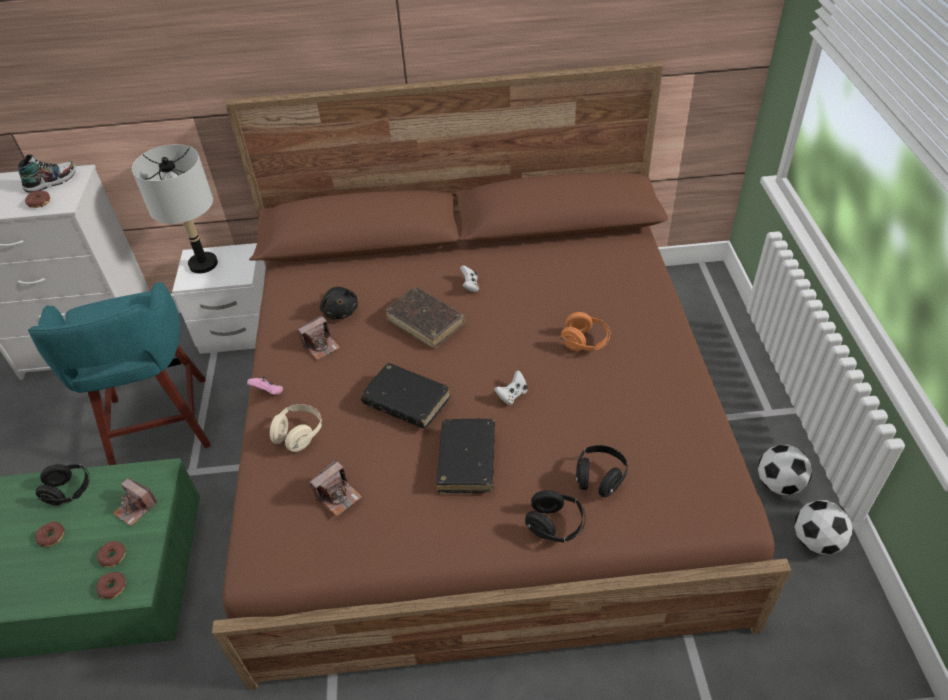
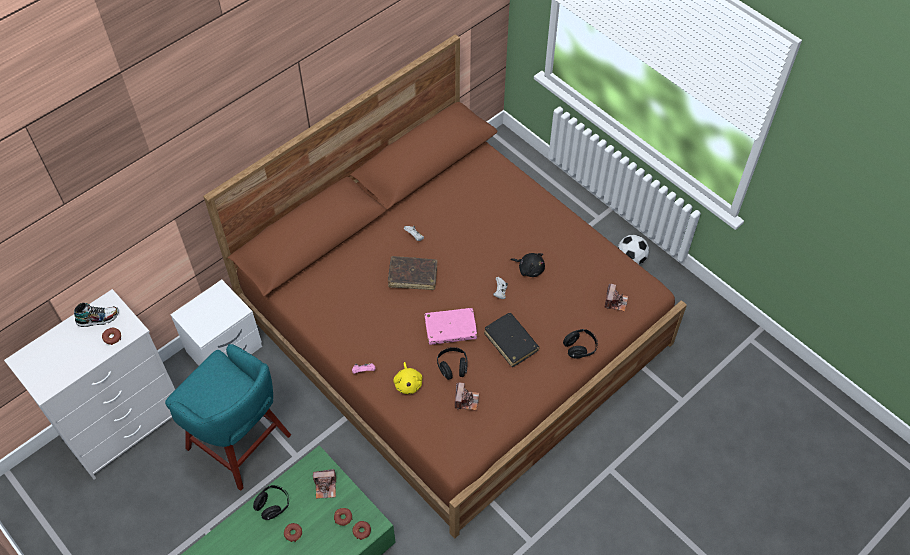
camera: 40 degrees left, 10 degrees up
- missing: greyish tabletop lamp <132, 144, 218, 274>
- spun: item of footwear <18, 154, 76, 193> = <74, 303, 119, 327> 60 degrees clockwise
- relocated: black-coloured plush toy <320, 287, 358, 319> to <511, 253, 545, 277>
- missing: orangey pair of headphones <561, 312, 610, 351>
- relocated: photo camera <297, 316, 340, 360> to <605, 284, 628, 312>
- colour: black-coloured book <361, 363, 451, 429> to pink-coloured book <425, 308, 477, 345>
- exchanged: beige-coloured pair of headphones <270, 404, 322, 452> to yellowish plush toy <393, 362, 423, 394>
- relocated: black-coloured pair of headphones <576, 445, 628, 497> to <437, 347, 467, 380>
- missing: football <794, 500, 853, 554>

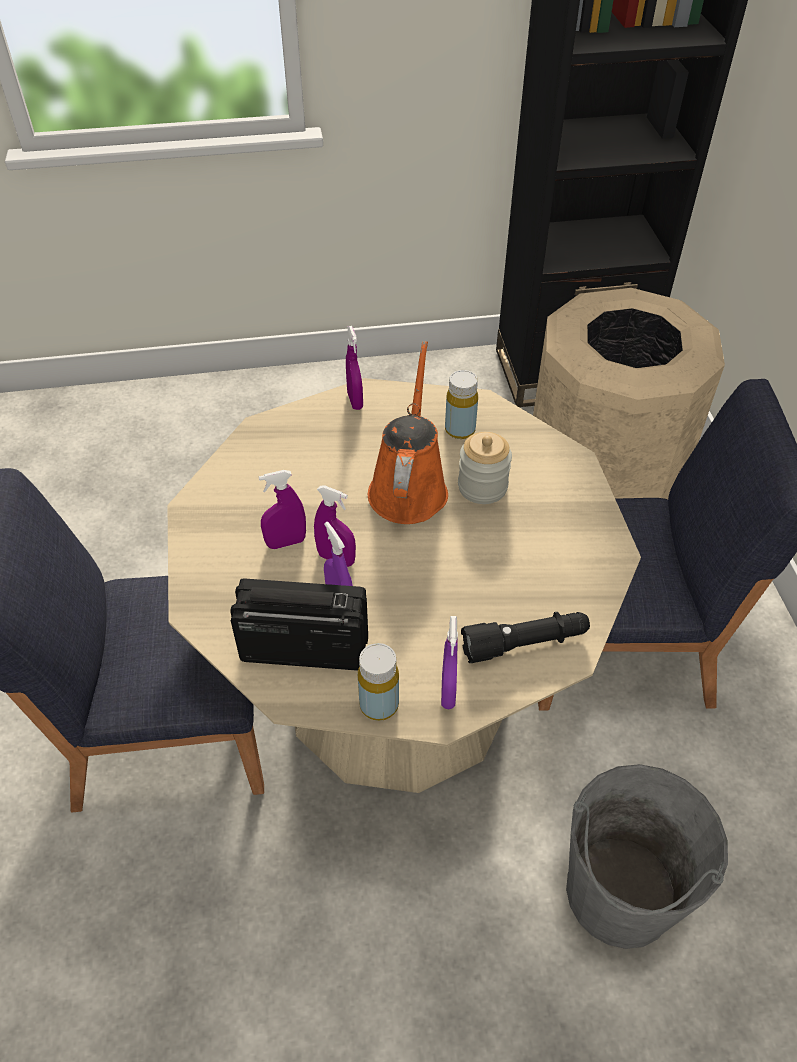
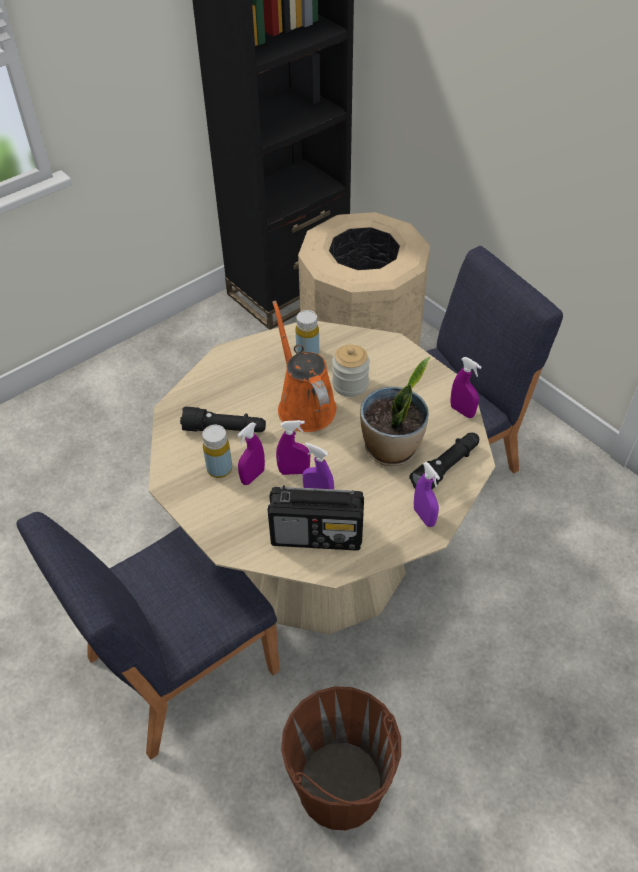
camera: 30 degrees left, 0 degrees up
- relocated: purple-coloured hand sprayer <346, 326, 363, 410> to <450, 357, 482, 418>
- spun: radio <230, 578, 368, 671> = <268, 485, 364, 551> 150 degrees counterclockwise
- relocated: yellowish drink bottle <358, 643, 399, 721> to <202, 425, 232, 478>
- missing: greyish pail <566, 764, 728, 949>
- appeared: houseplant <360, 357, 430, 466>
- appeared: black-coloured torch <180, 407, 266, 433>
- appeared: brown pail <281, 686, 401, 830>

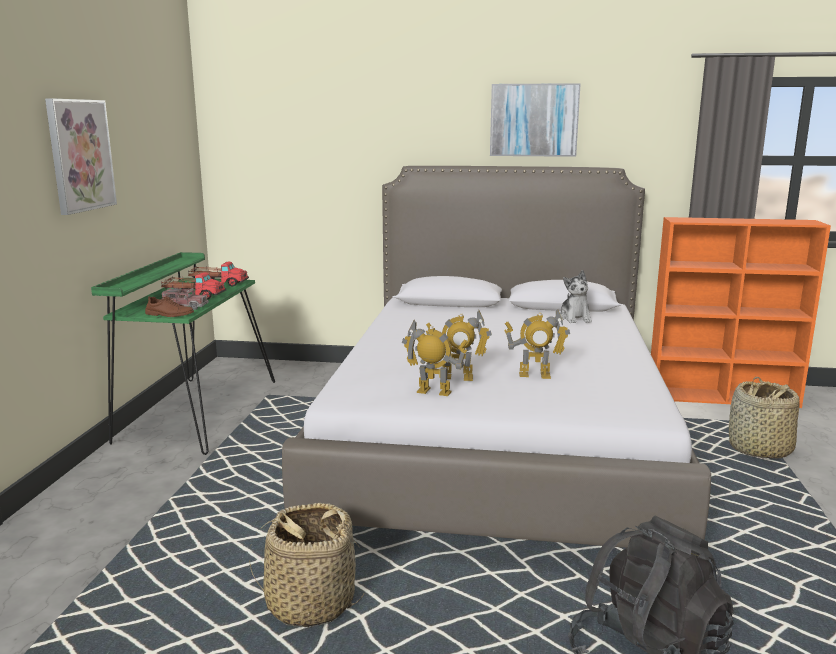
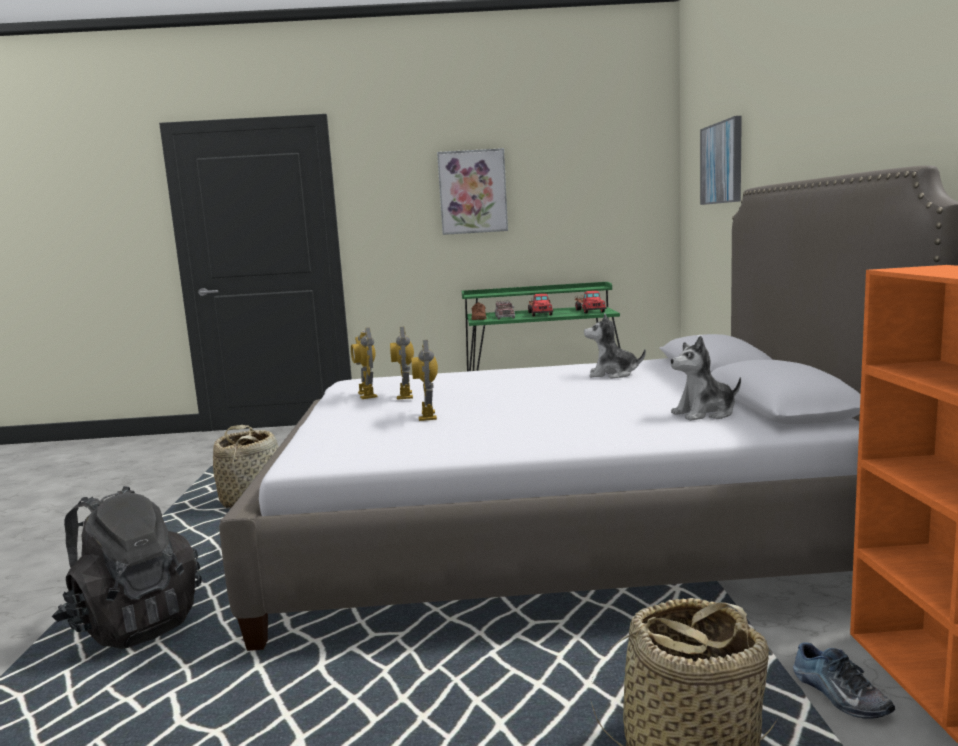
camera: 80 degrees right, 5 degrees down
- relocated: wall art <490, 83, 581, 157> to <700, 116, 742, 205>
- spun: model robot <402, 320, 467, 396> = <351, 327, 378, 399> 150 degrees clockwise
- appeared: plush toy <584, 313, 646, 379>
- appeared: item of footwear <793, 642, 895, 719>

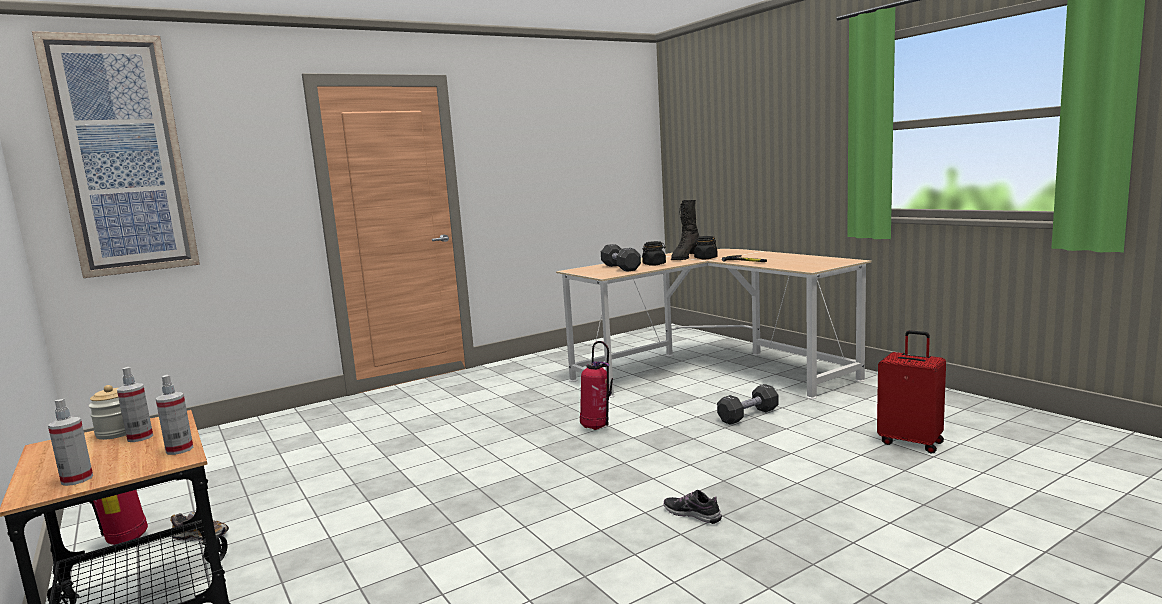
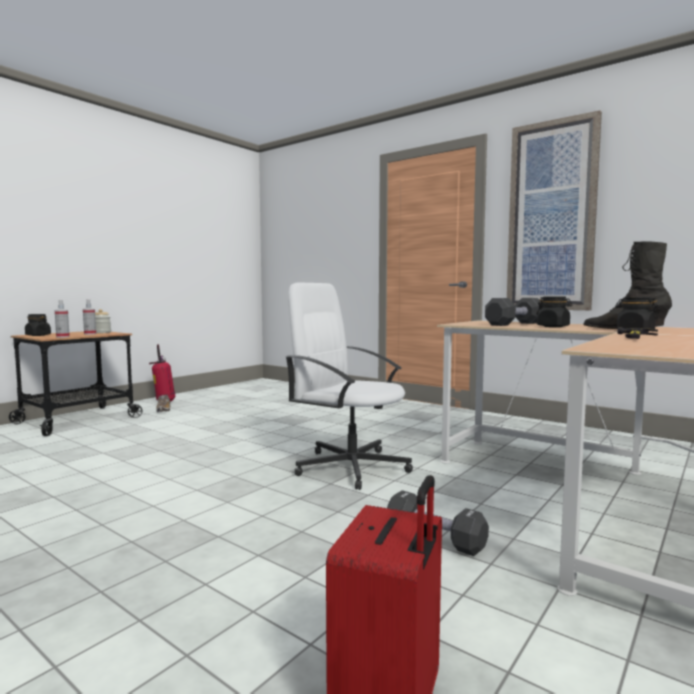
camera: 70 degrees right, 5 degrees down
- relocated: wall art <32, 31, 200, 278> to <507, 110, 602, 310>
- exchanged: fire-fighting cylinder <580, 341, 613, 430> to white desk chair <285, 283, 413, 490>
- exchanged: hand sprayer <48, 399, 93, 486> to black-coloured jar <25, 314, 51, 336>
- missing: item of footwear <664, 490, 722, 524>

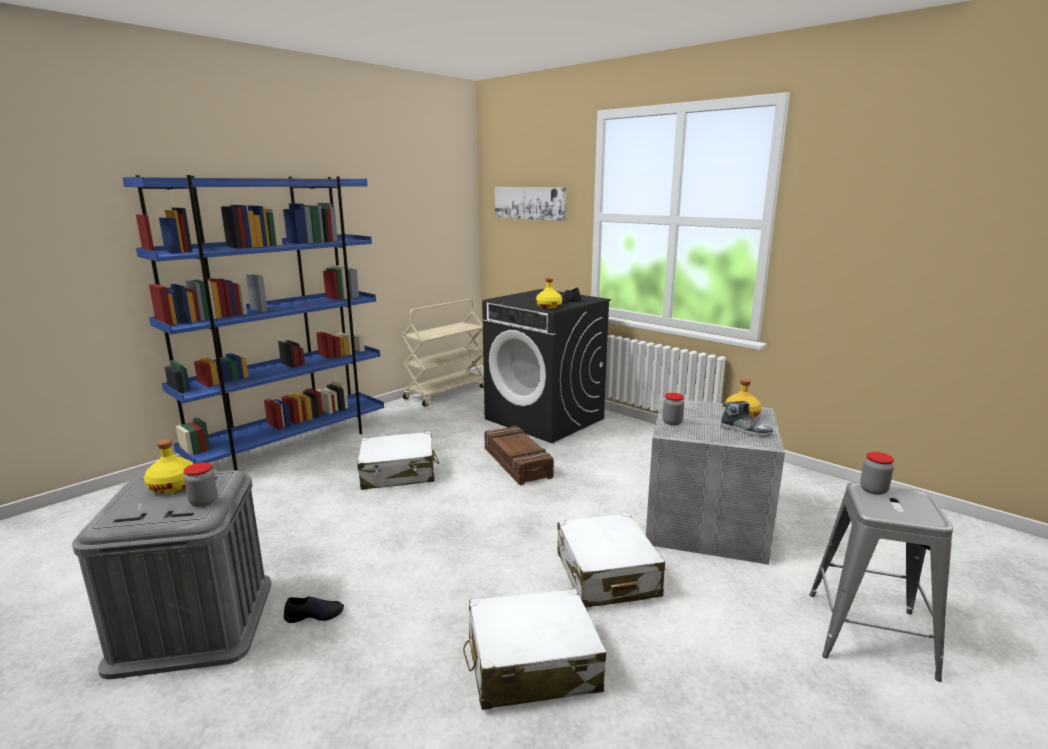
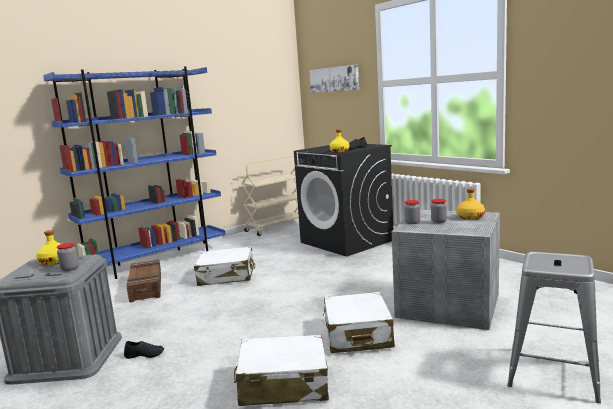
camera: 10 degrees right, 5 degrees down
- missing: item of footwear <721, 401, 773, 437>
- relocated: crate <484, 426, 554, 485> to <126, 260, 161, 303>
- relocated: jar <860, 452, 894, 495> to <431, 199, 447, 223>

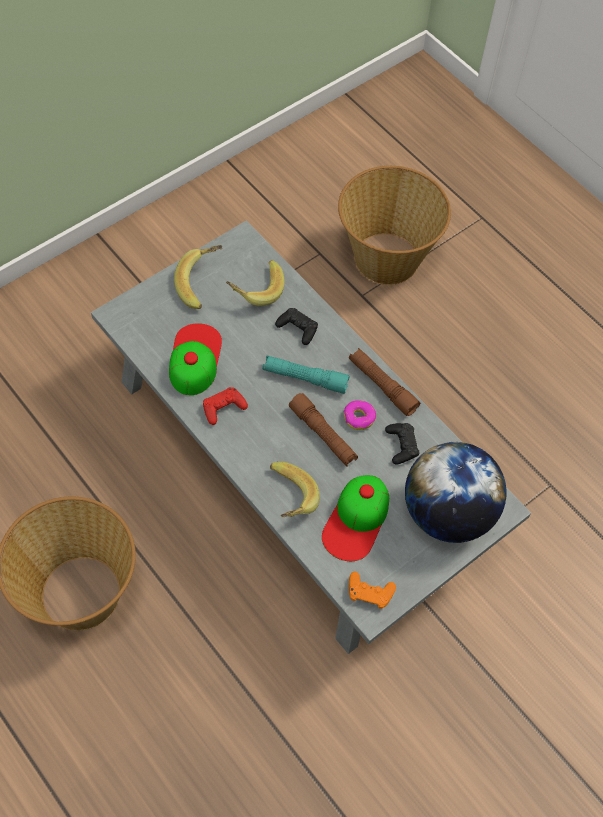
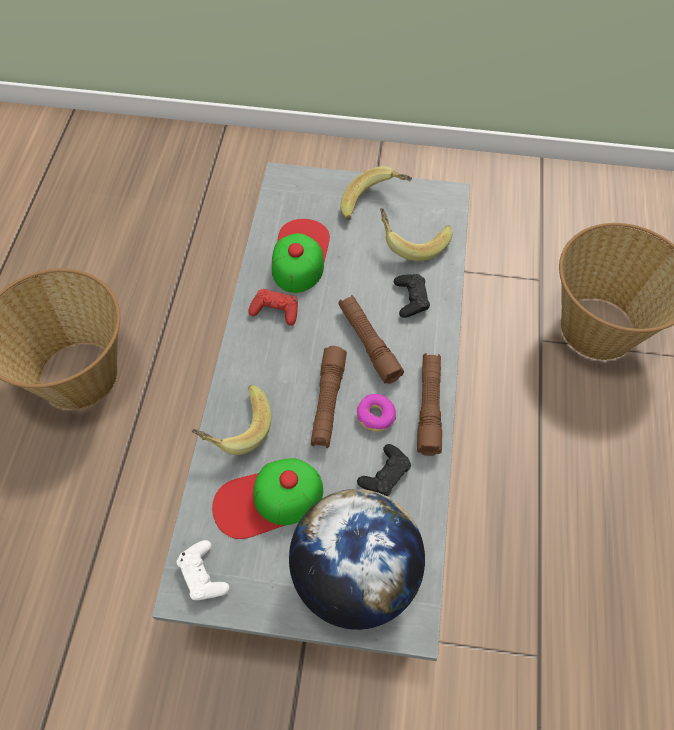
camera: 50 degrees right, 0 degrees up
- spun: peaked cap <169, 323, 222, 395> = <272, 219, 330, 293> 45 degrees counterclockwise
- colour: blue-green torch <262, 355, 350, 394> to brown torch <339, 295, 404, 384>
- colour: orangey joypad <349, 572, 396, 609> to white joypad <176, 540, 230, 600>

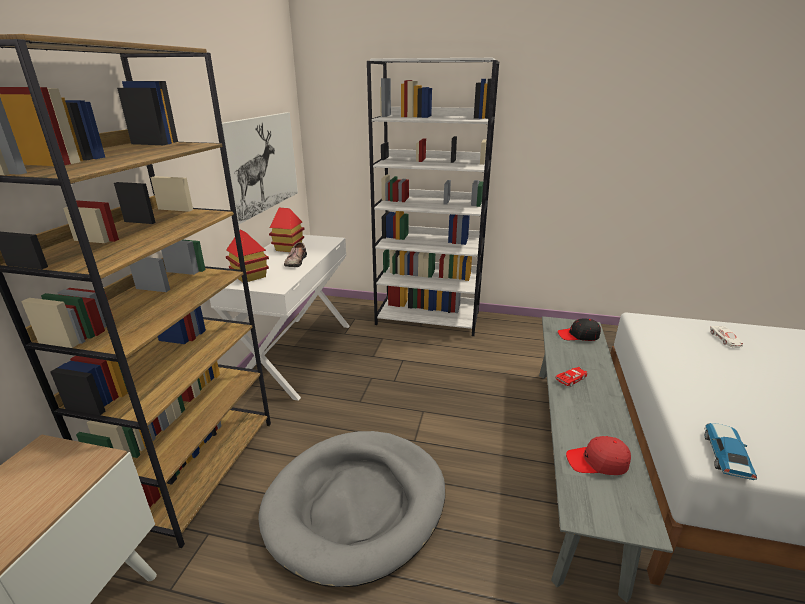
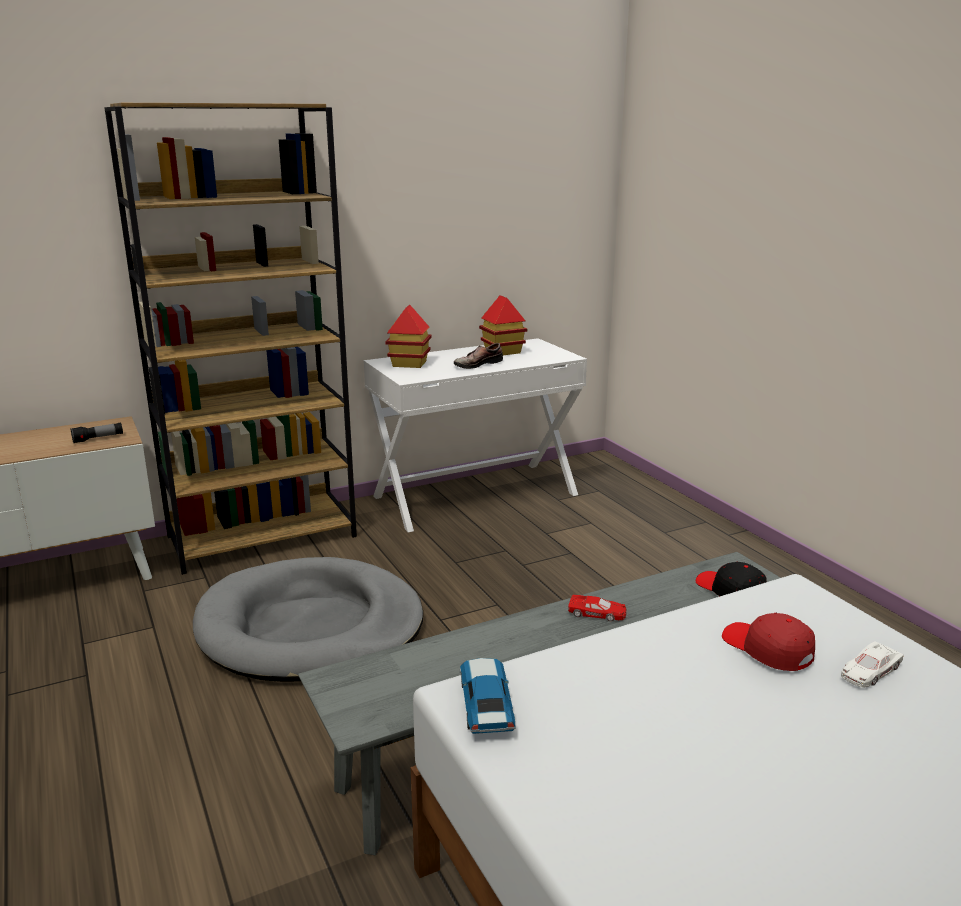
camera: 50 degrees right, 5 degrees down
- missing: white bookshelf <367, 58, 499, 336>
- missing: wall art <222, 112, 298, 225>
- spun: miniature car <704, 423, 757, 480> = <460, 658, 516, 734> 75 degrees counterclockwise
- relocated: red-coloured peaked cap <566, 436, 631, 475> to <722, 613, 815, 671>
- appeared: torch <70, 422, 123, 443>

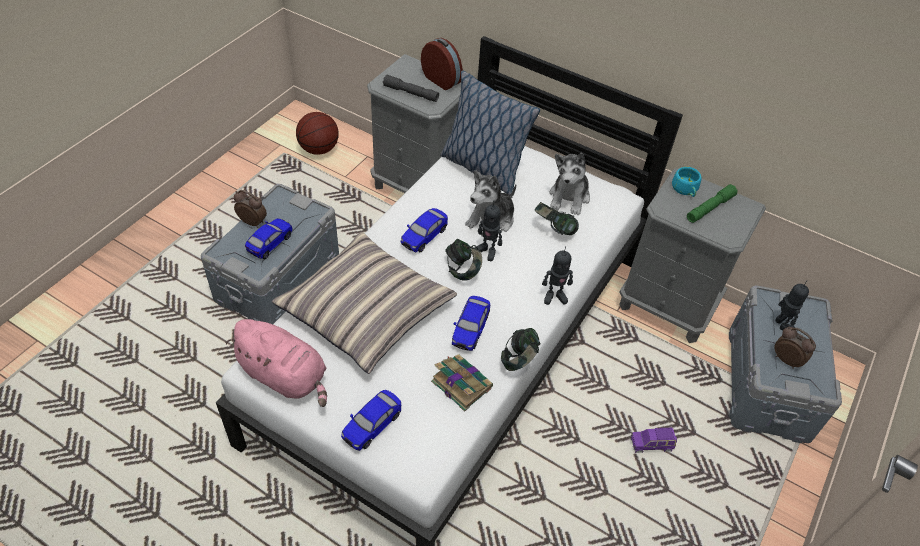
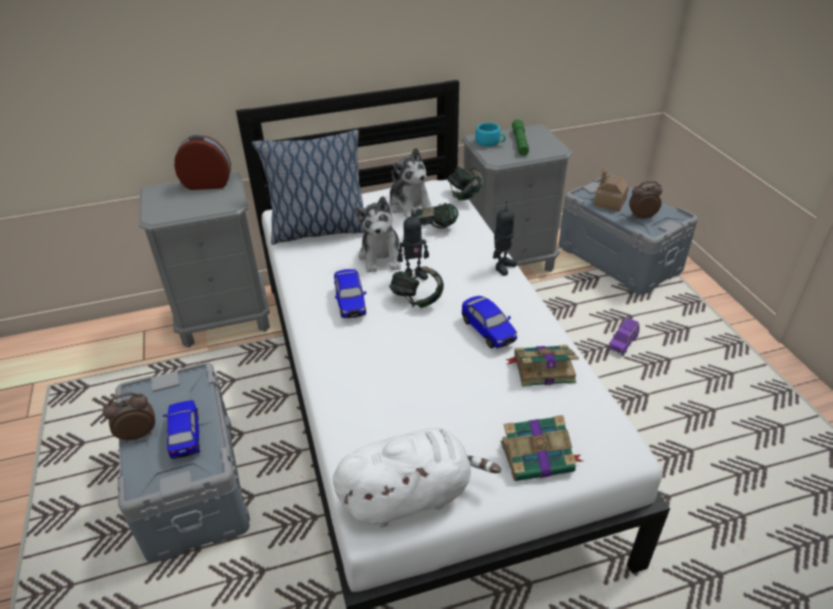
camera: 45 degrees left, 10 degrees down
- missing: greyish torch <383, 74, 439, 102>
- missing: ball for basketball <296, 112, 339, 155>
- missing: throw pillow <272, 232, 457, 374>
- exchanged: model robot <775, 280, 809, 331> to toy house <594, 166, 629, 211>
- colour: pink-coloured plush toy <226, 319, 327, 407> to white plush toy <333, 428, 501, 528>
- relocated: pair of headphones <501, 328, 541, 371> to <447, 167, 483, 200>
- exchanged: miniature car <341, 390, 401, 451> to book <501, 415, 583, 481>

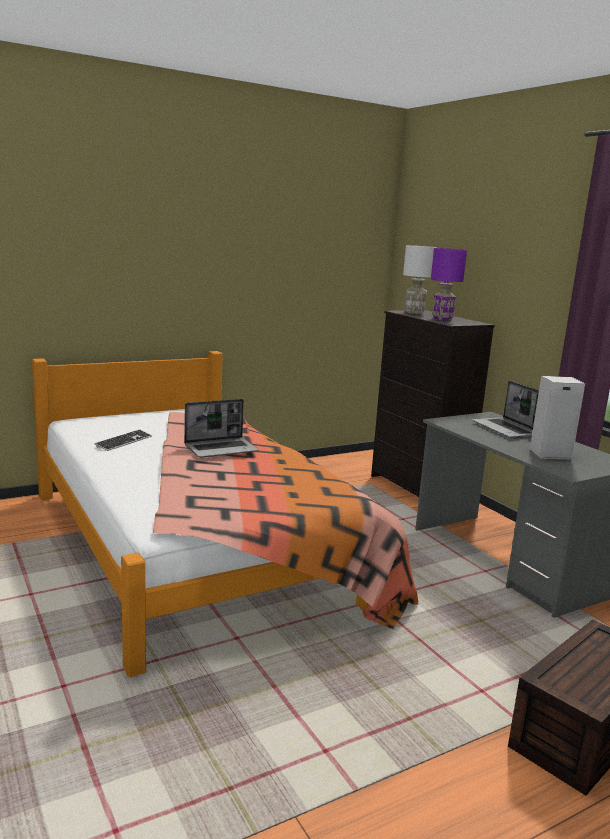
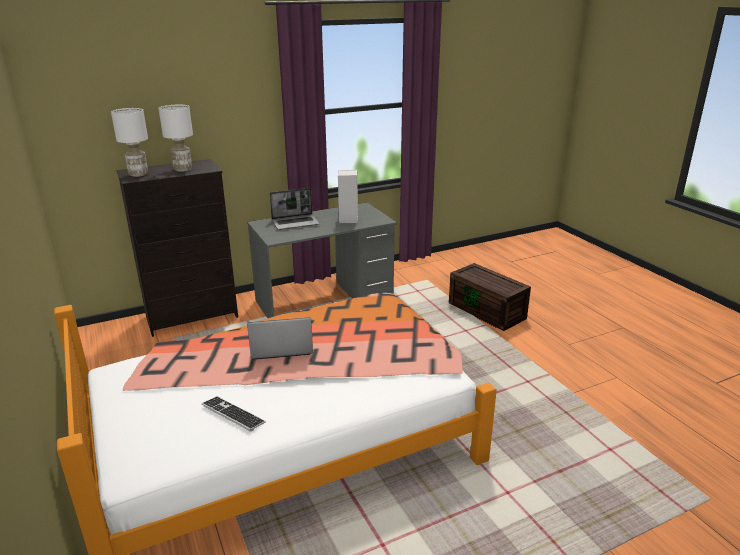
camera: 85 degrees left, 10 degrees up
- colour: purple-coloured tabletop lamp <431, 248, 467, 320> to white tabletop lamp <158, 105, 193, 172>
- spun: portable computer <184, 399, 259, 458> = <247, 317, 313, 360> 75 degrees counterclockwise

